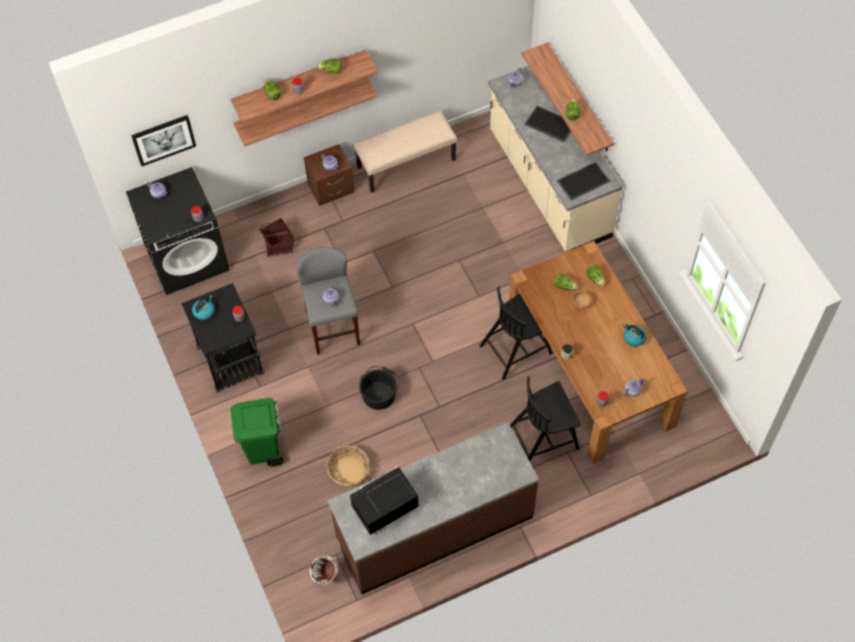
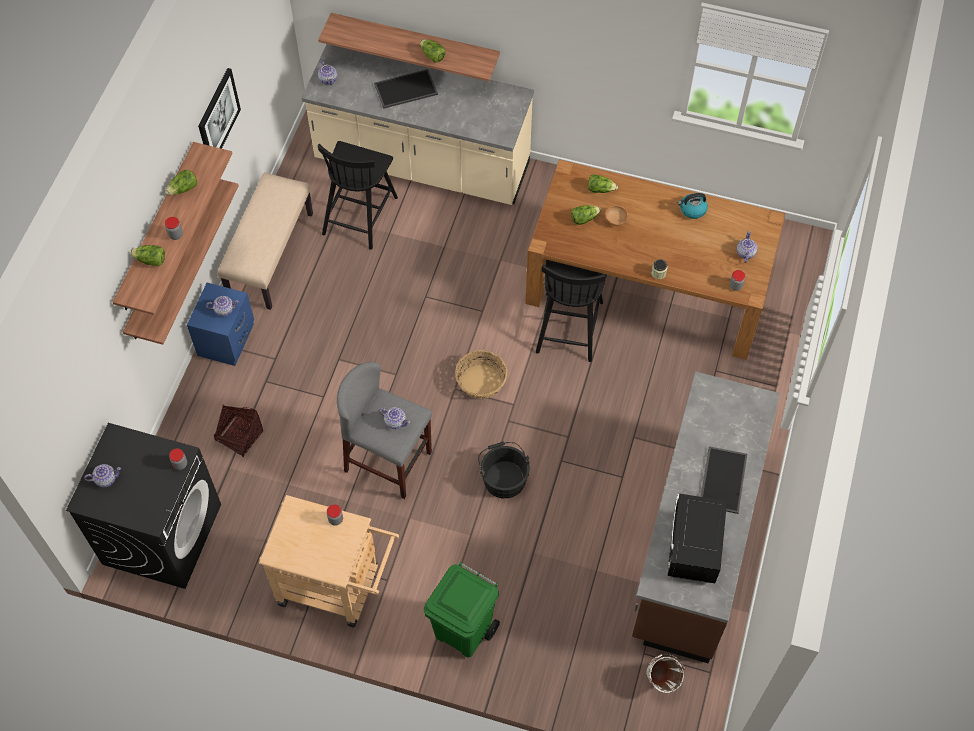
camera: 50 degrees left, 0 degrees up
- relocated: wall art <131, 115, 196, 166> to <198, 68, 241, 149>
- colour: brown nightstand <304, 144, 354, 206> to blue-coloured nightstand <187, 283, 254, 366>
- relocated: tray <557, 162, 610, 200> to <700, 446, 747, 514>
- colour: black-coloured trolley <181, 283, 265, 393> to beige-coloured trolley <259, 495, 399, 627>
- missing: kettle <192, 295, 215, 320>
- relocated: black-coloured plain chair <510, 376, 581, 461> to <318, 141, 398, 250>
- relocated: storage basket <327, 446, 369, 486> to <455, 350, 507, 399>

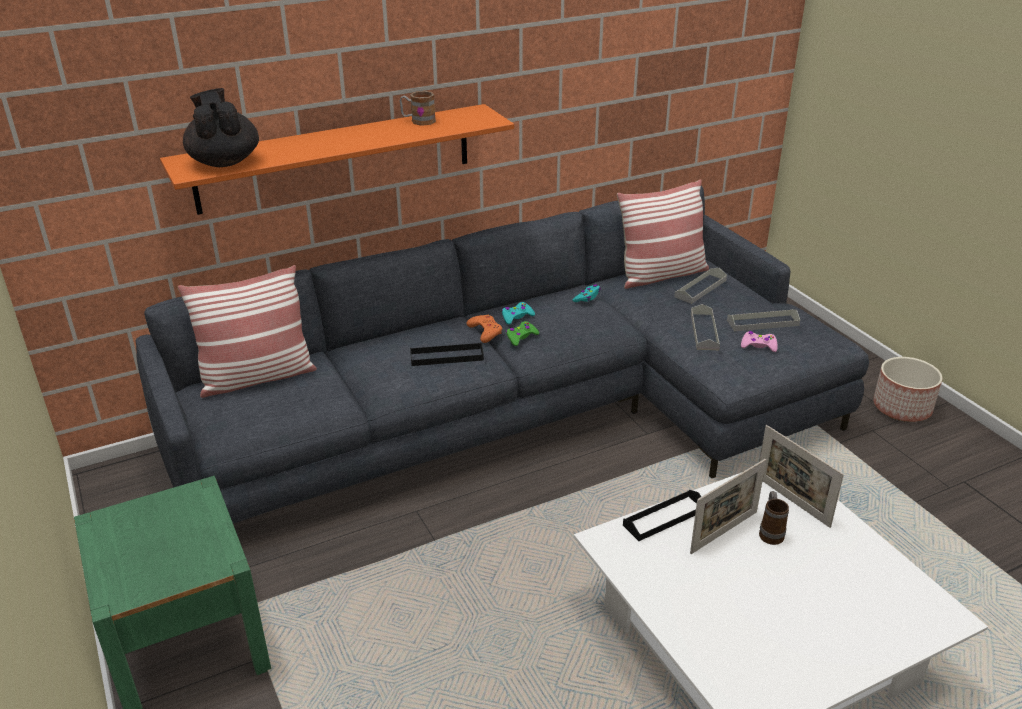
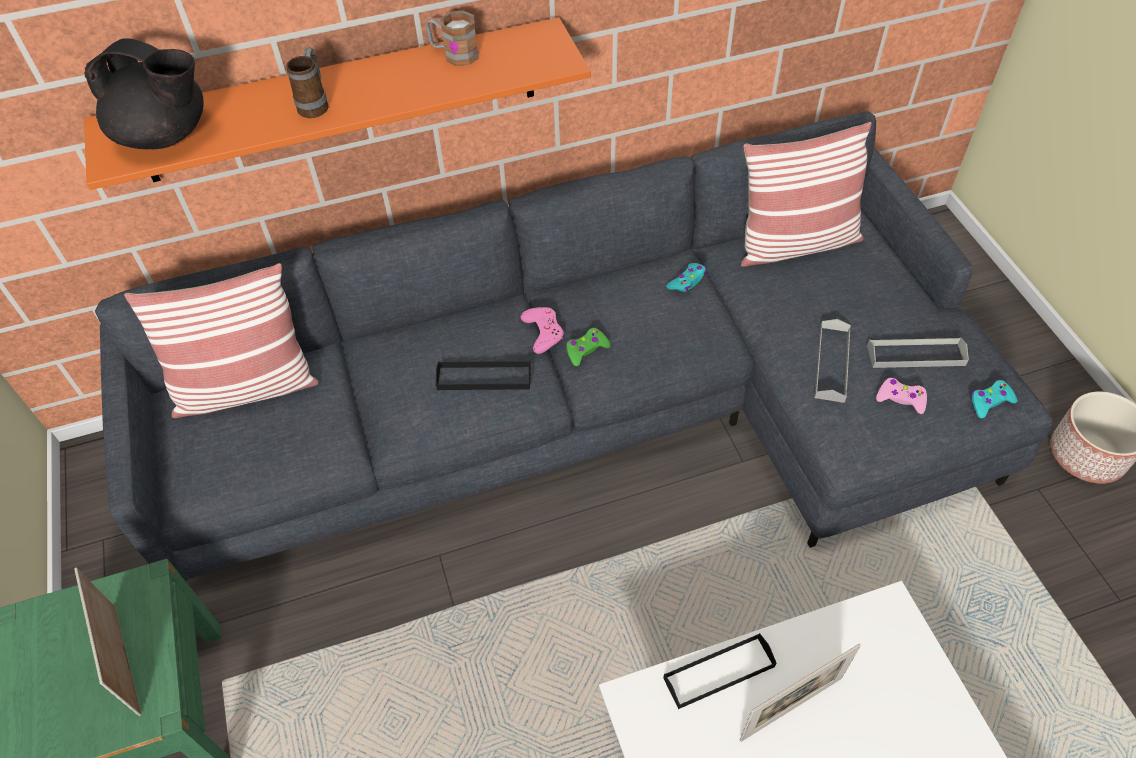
camera: 10 degrees right, 20 degrees up
- spun: black-coloured teapot <183, 88, 259, 167> = <84, 38, 204, 149> 120 degrees clockwise
- missing: greyish tray <674, 268, 727, 304>
- relocated: blue-green joypad <502, 302, 535, 325> to <971, 380, 1017, 418>
- colour: orangey joypad <466, 315, 502, 343> to pink-coloured joypad <521, 307, 564, 354>
- relocated: standing frame <759, 425, 844, 528> to <74, 567, 142, 716>
- relocated: tea mug <759, 491, 789, 545> to <286, 47, 329, 118>

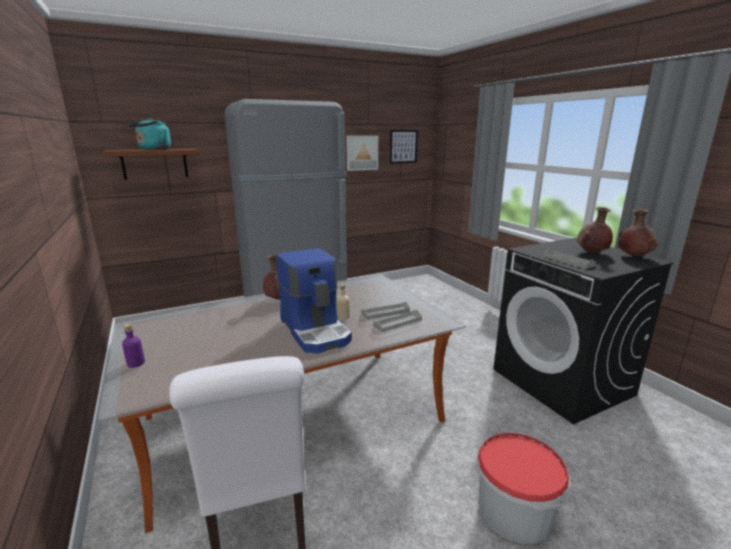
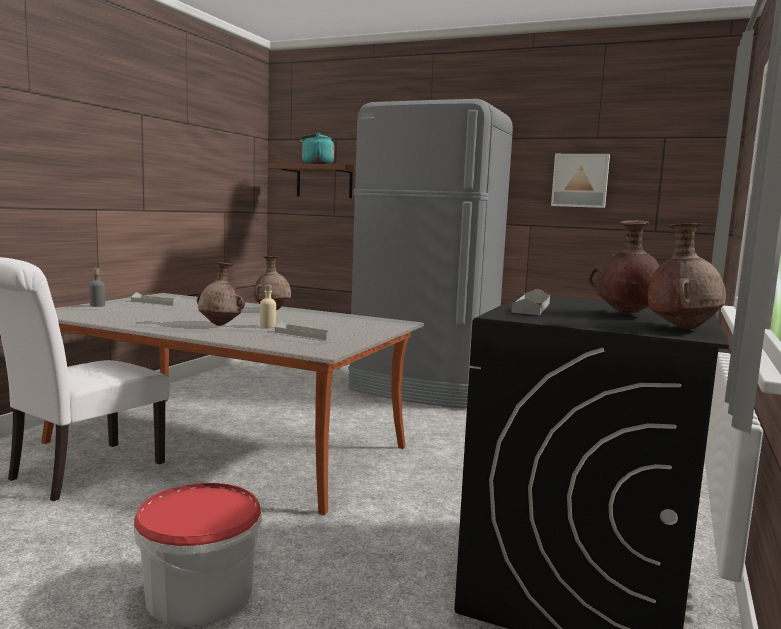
camera: 50 degrees right, 10 degrees down
- missing: wall art <390, 130, 418, 164>
- exchanged: coffee maker <276, 248, 352, 353> to brown vase <197, 262, 245, 326>
- relocated: greyish tray <373, 310, 422, 333> to <131, 292, 183, 306>
- colour: purple-coloured drink bottle <122, 324, 145, 368> to greyish drink bottle <89, 269, 105, 307>

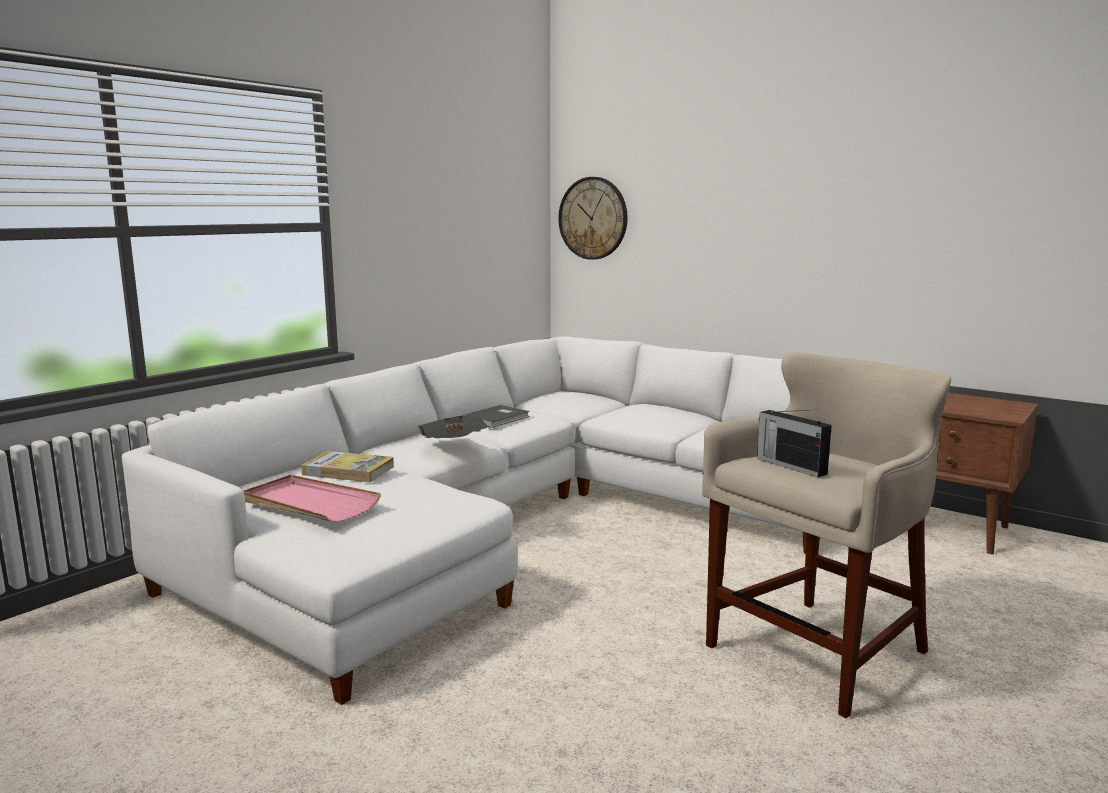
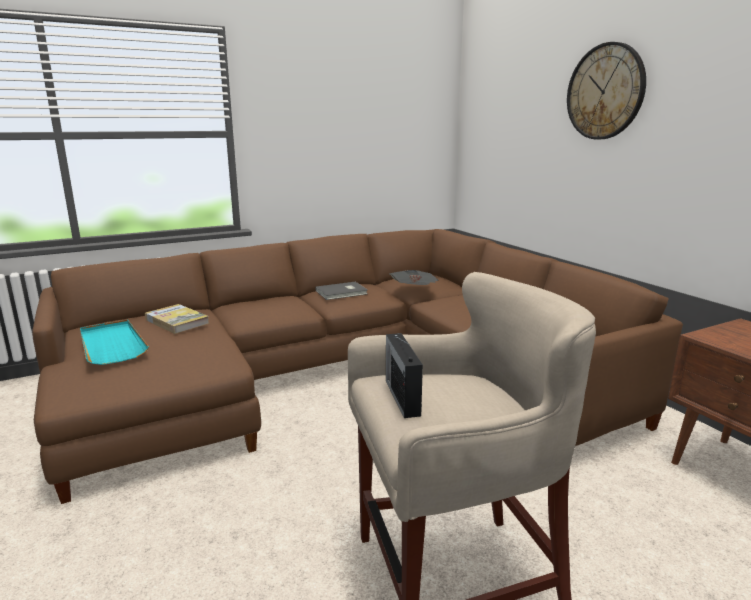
camera: 25 degrees right, 5 degrees up
- relocated: clock on the wall <558, 177, 628, 260> to <567, 42, 646, 140>
- colour: white sofa <122, 336, 807, 705> to brown sofa <32, 229, 683, 504>
- relocated: daily paper <418, 416, 488, 438> to <389, 270, 438, 285>
- colour: pink-coloured tray <243, 475, 381, 522> to blue-green tray <80, 319, 149, 365>

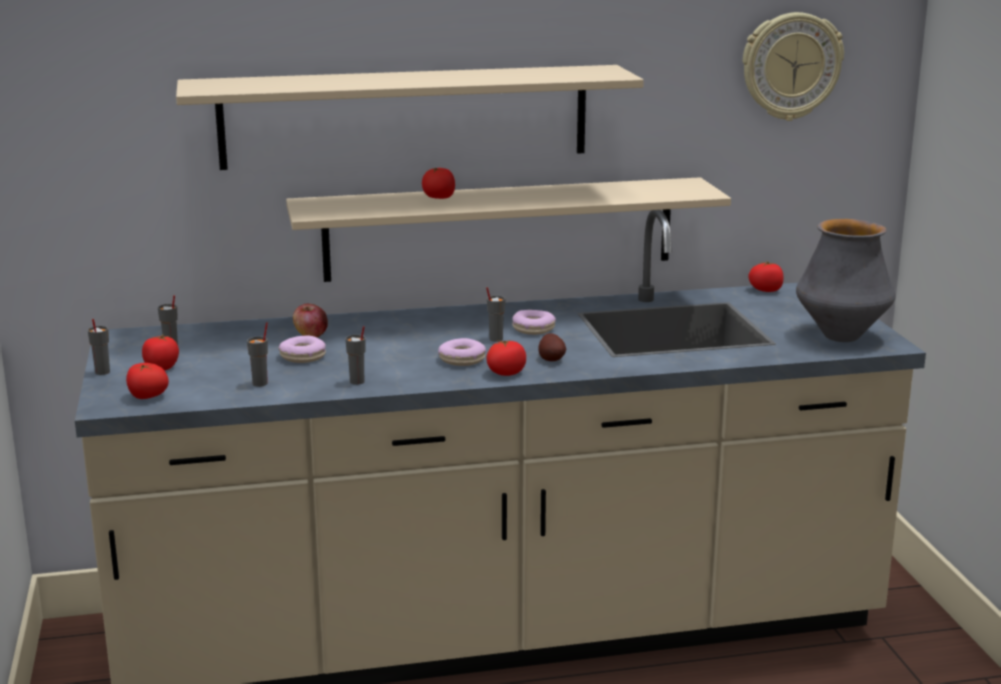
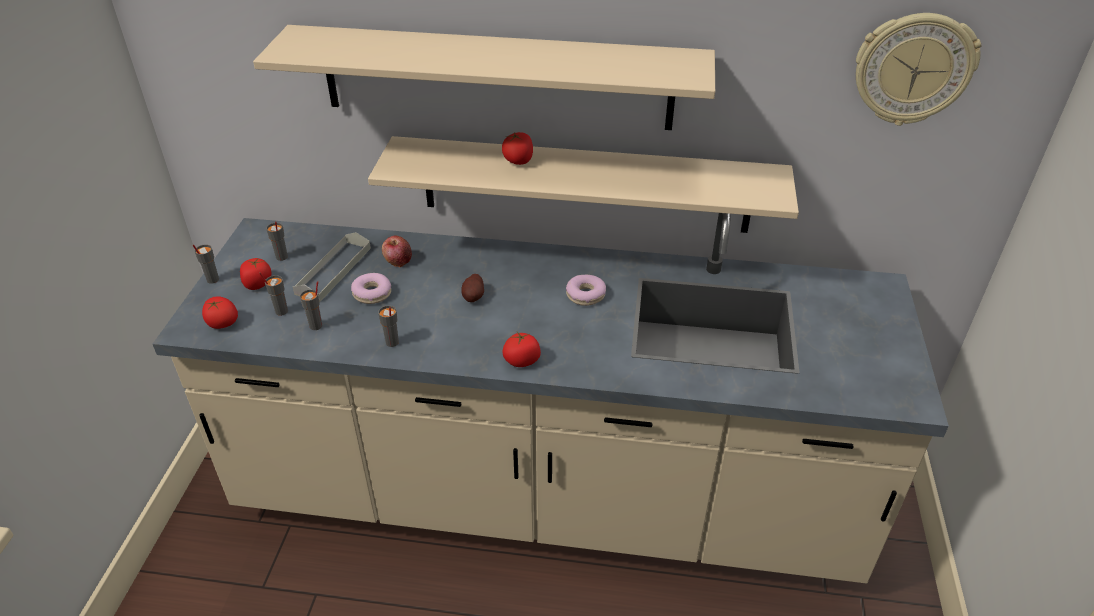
camera: 20 degrees right, 20 degrees up
- missing: vase <796, 219, 895, 342>
- missing: fresh tomato <748, 261, 784, 292>
- relocated: greyish cup <486, 287, 505, 342> to <259, 272, 288, 316>
- relocated: spud <538, 333, 566, 361> to <461, 274, 484, 302>
- missing: donut <438, 338, 486, 366>
- appeared: greyish tray <293, 232, 371, 302>

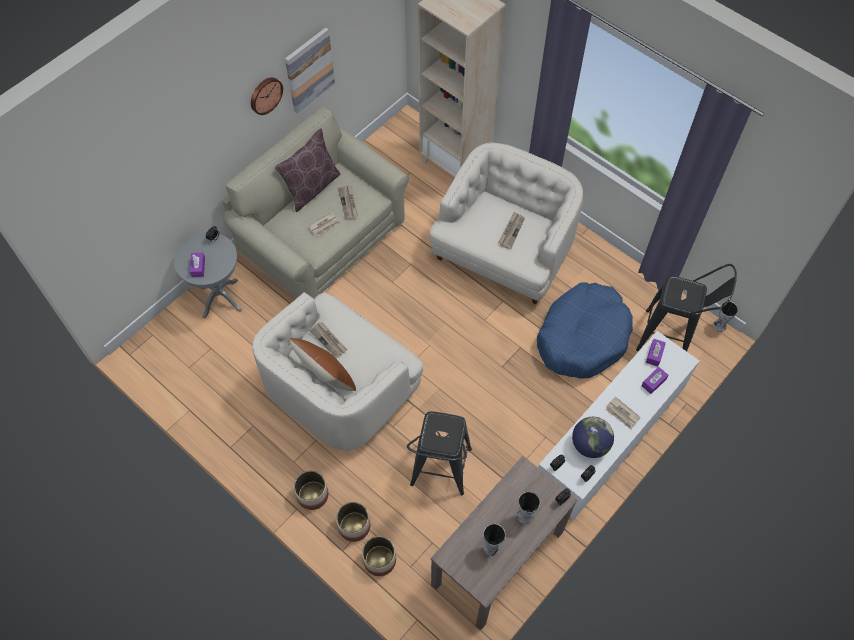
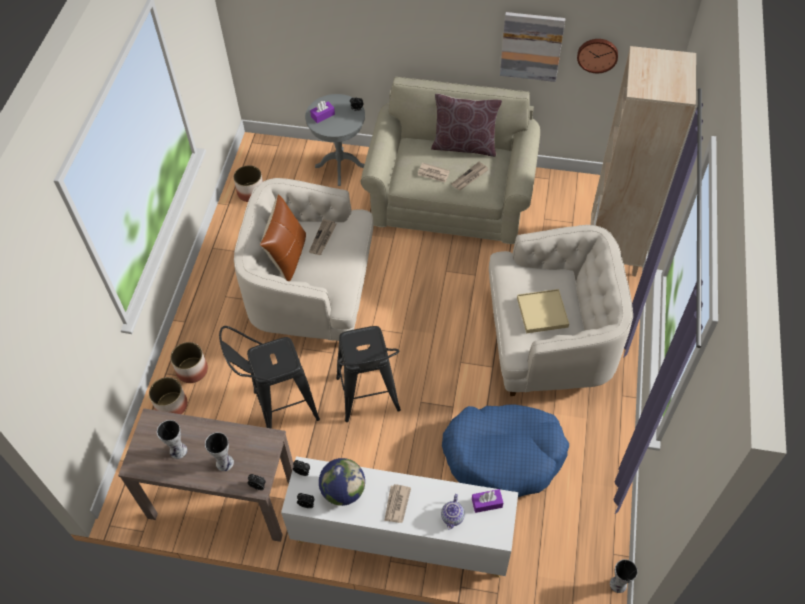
camera: 60 degrees right, 5 degrees down
- relocated: clock on the wall <251, 78, 283, 115> to <577, 39, 618, 73>
- exchanged: daily paper <498, 212, 525, 249> to beige-coloured tray <517, 289, 569, 333>
- relocated: black-coloured sitting stool <636, 264, 737, 351> to <336, 326, 401, 422>
- exchanged: purple-coloured tissue holder <641, 367, 668, 394> to teapot <441, 494, 465, 530>
- relocated: flower pot <294, 470, 328, 510> to <233, 165, 263, 202>

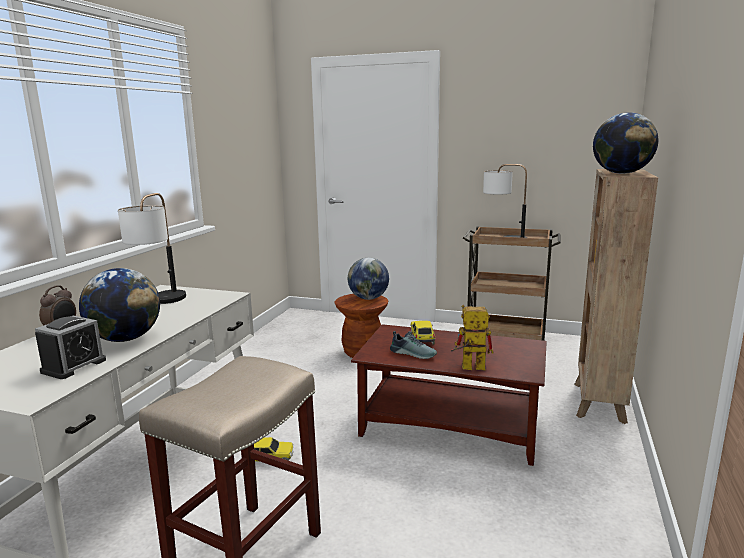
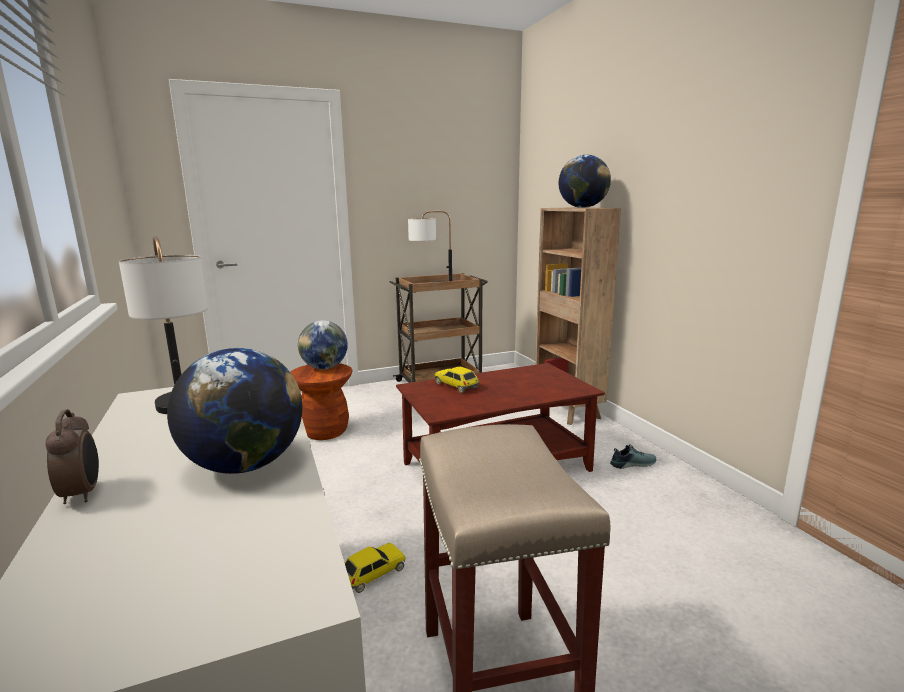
camera: 40 degrees left, 0 degrees up
- missing: model robot <451, 305, 494, 371>
- missing: table clock <35, 316, 106, 379>
- relocated: item of footwear <390, 331, 437, 359> to <610, 444, 656, 469>

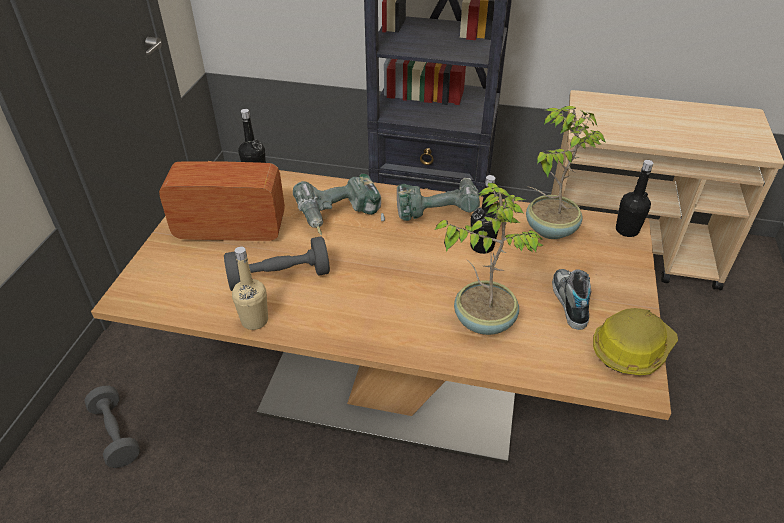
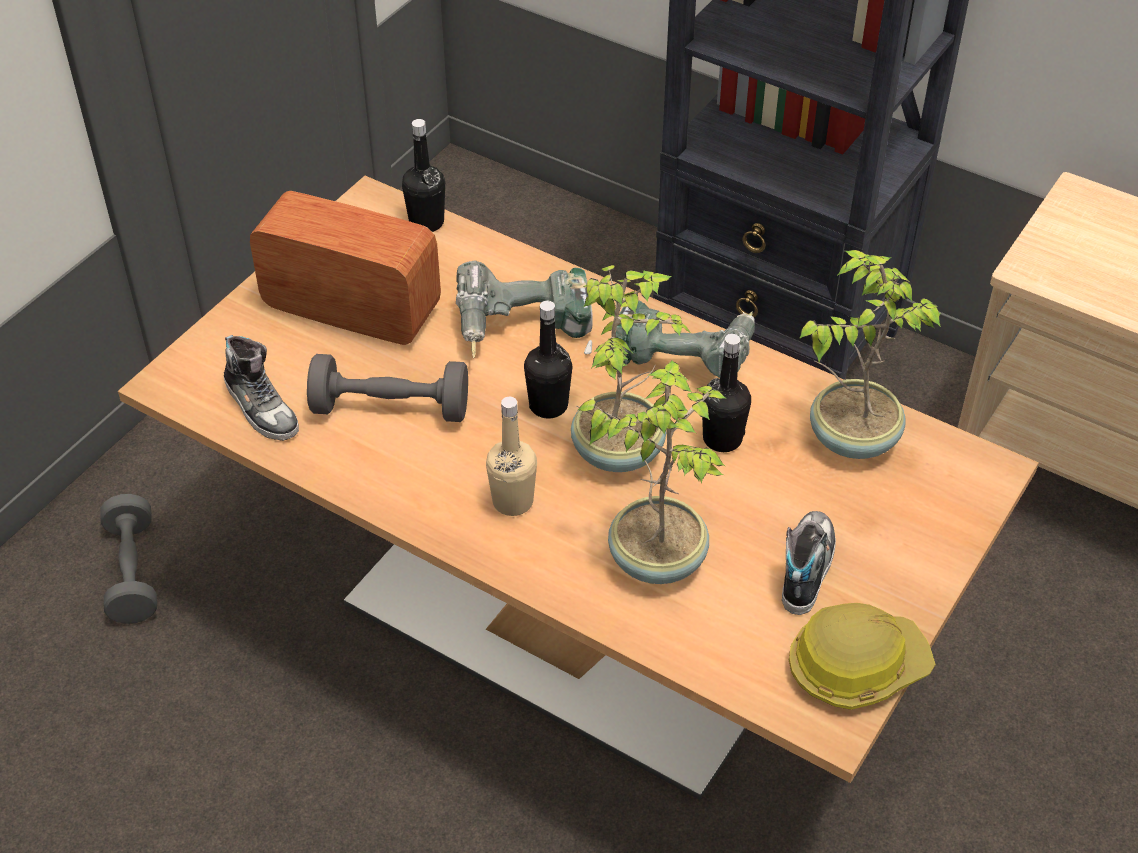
camera: 20 degrees right, 5 degrees up
- relocated: black-coloured drink bottle <616, 160, 653, 237> to <524, 301, 572, 419>
- relocated: beige-coloured drink bottle <232, 247, 268, 330> to <486, 397, 537, 516>
- appeared: houseplant <571, 265, 691, 472>
- appeared: item of footwear <224, 335, 299, 441>

